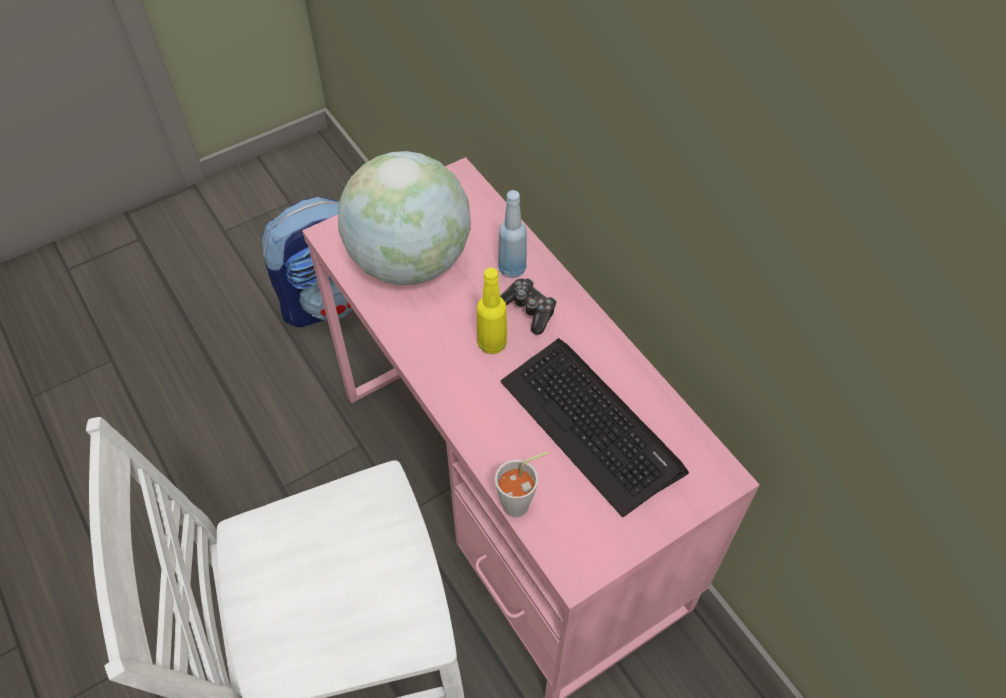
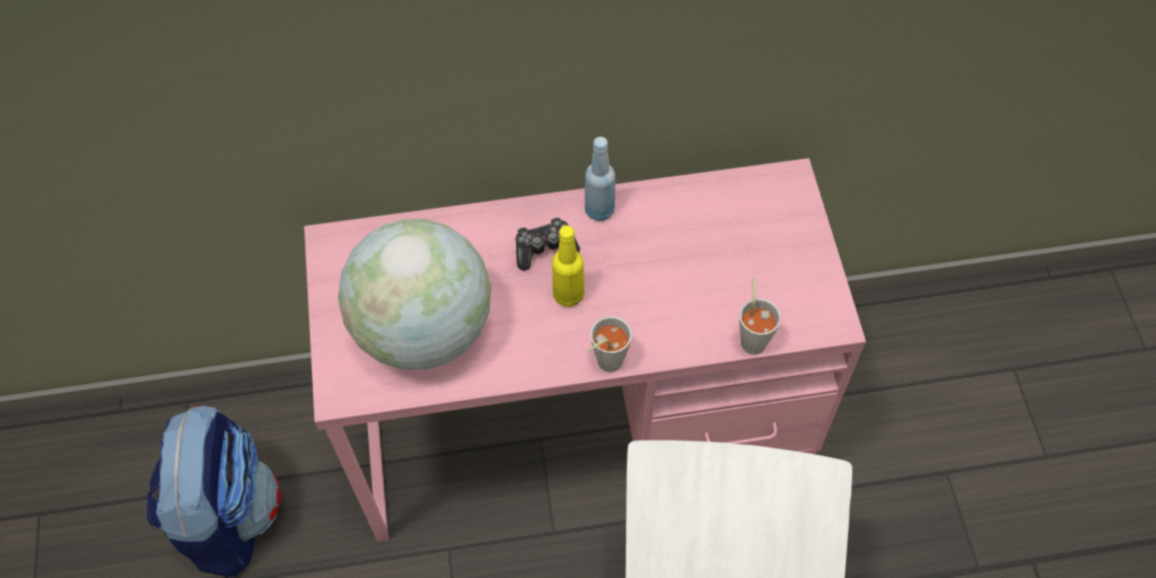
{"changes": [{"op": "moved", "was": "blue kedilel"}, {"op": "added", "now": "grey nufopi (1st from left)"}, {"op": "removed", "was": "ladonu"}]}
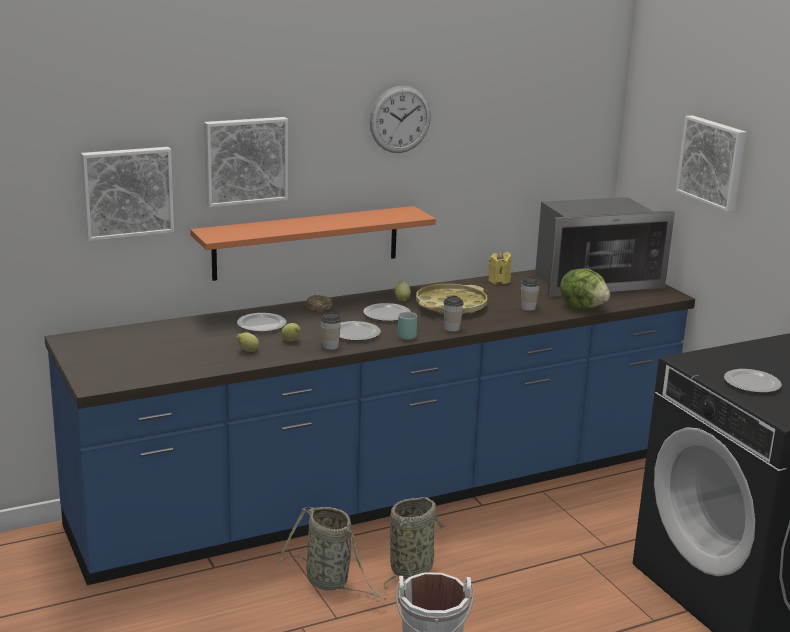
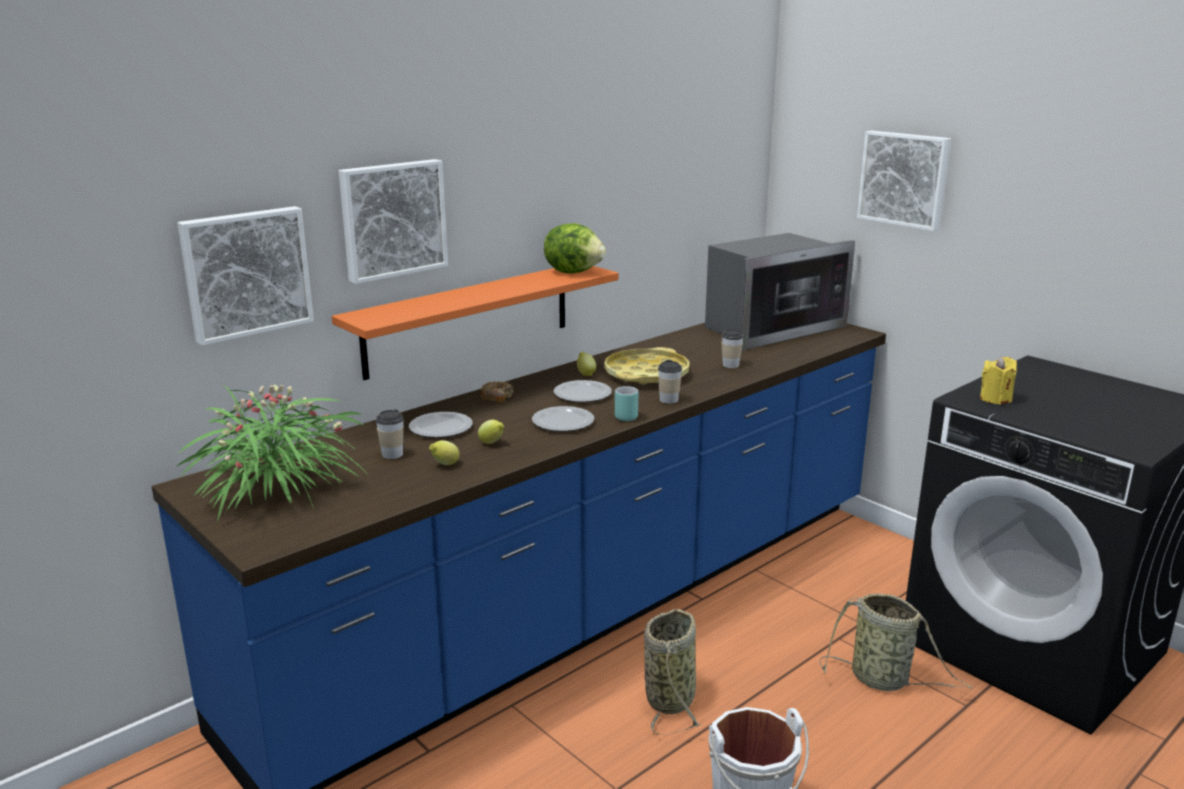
{"changes": [{"op": "added", "now": "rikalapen"}, {"op": "moved", "was": "nufopi (1st from left)"}, {"op": "moved", "was": "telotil"}, {"op": "moved", "was": "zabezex (1st from left in the first image)", "now": "zabezex (2nd from left)"}, {"op": "moved", "was": "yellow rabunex"}, {"op": "removed", "was": "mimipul"}, {"op": "removed", "was": "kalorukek (4th from left)"}]}
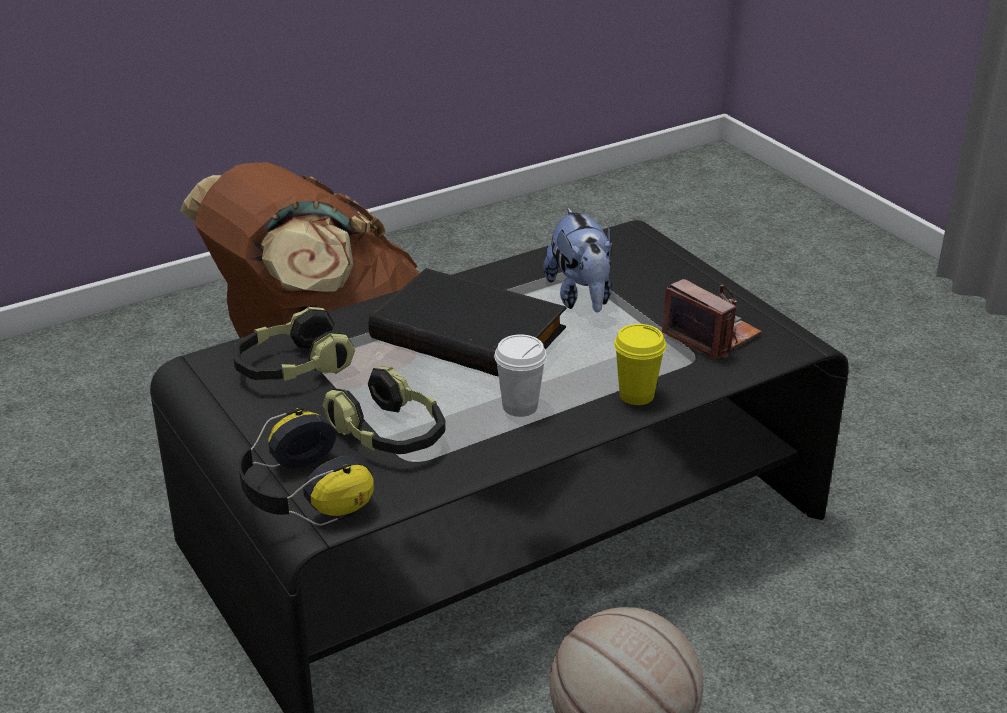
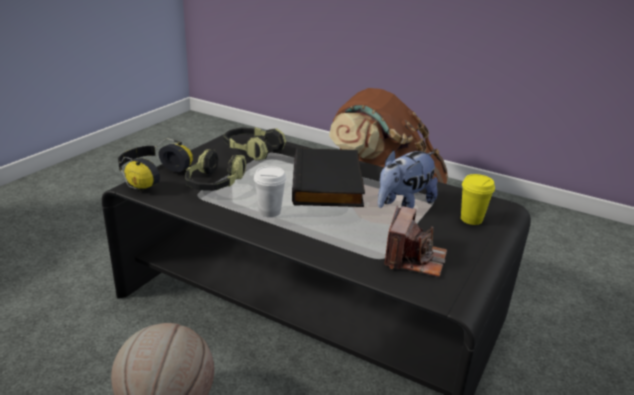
{"changes": [{"op": "moved", "was": "yellow nufopi"}]}
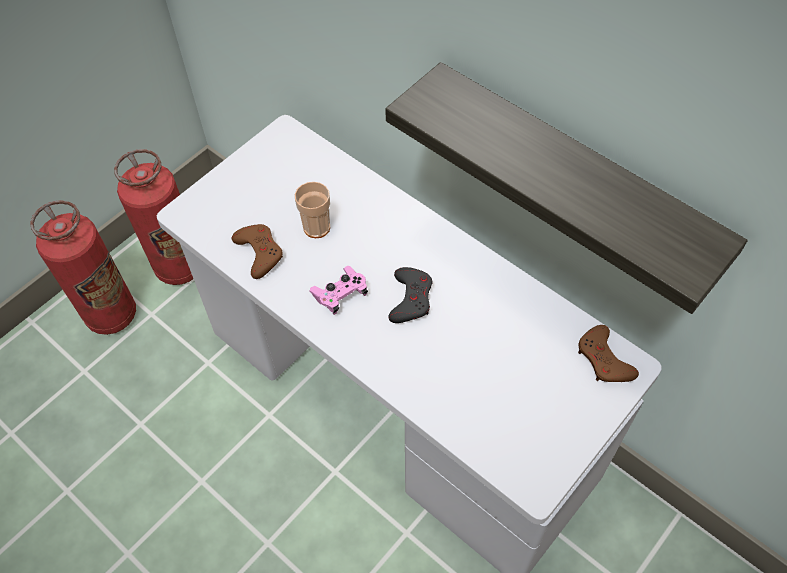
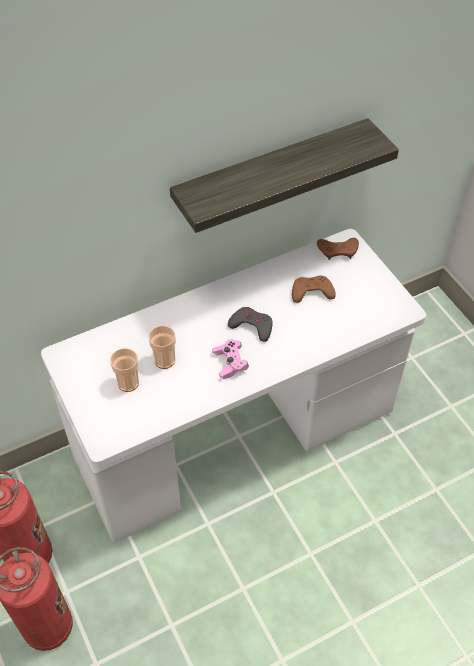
{"changes": [{"op": "added", "now": "nufopi (1st from left)"}, {"op": "moved", "was": "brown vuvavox (1st from left)"}]}
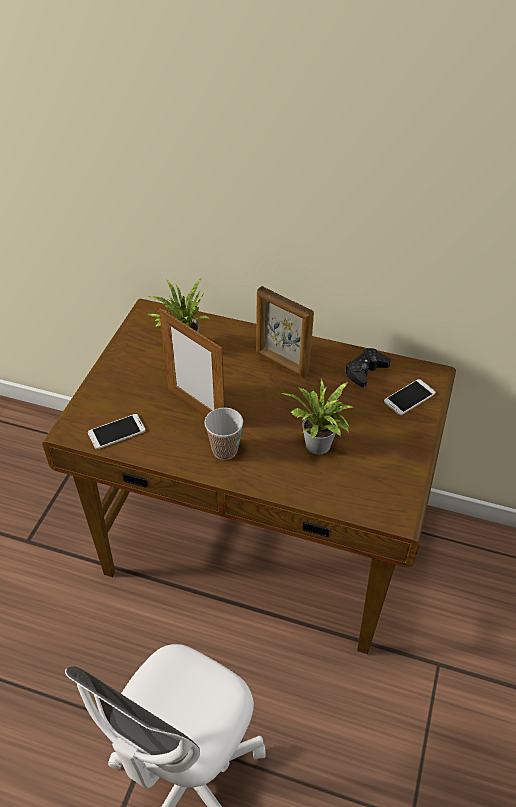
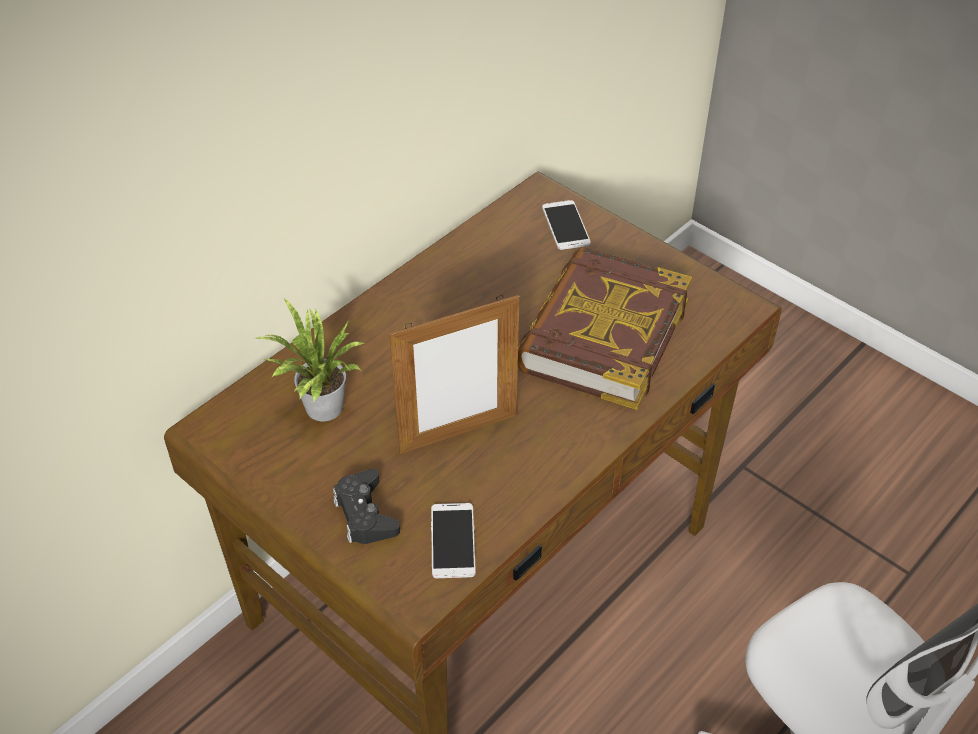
{"changes": [{"op": "moved", "was": "black vuvavox"}, {"op": "replaced", "was": "rikalapen (2nd from left)", "now": "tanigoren"}, {"op": "removed", "was": "nufopi"}, {"op": "removed", "was": "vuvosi (2nd from left)"}]}
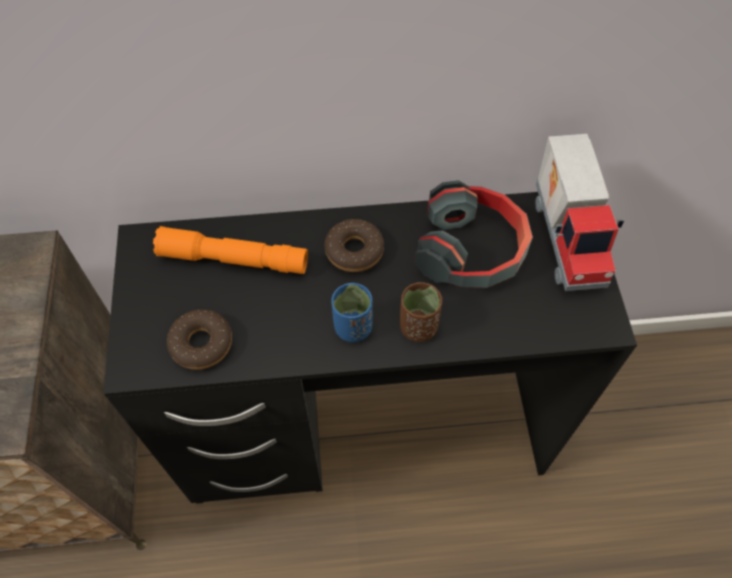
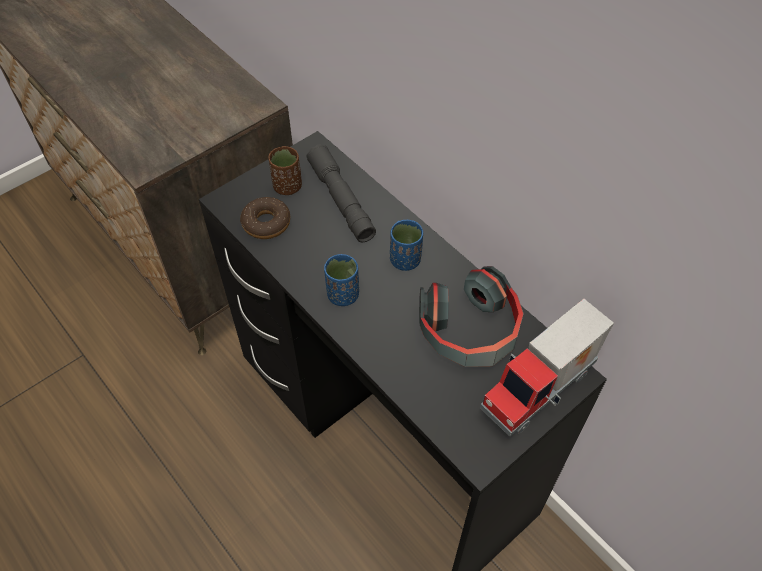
{"changes": [{"op": "moved", "was": "brown nufopi"}, {"op": "recoloured", "was": "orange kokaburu", "now": "grey kokaburu"}, {"op": "replaced", "was": "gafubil (2nd from left)", "now": "blue nufopi (2nd from left)"}]}
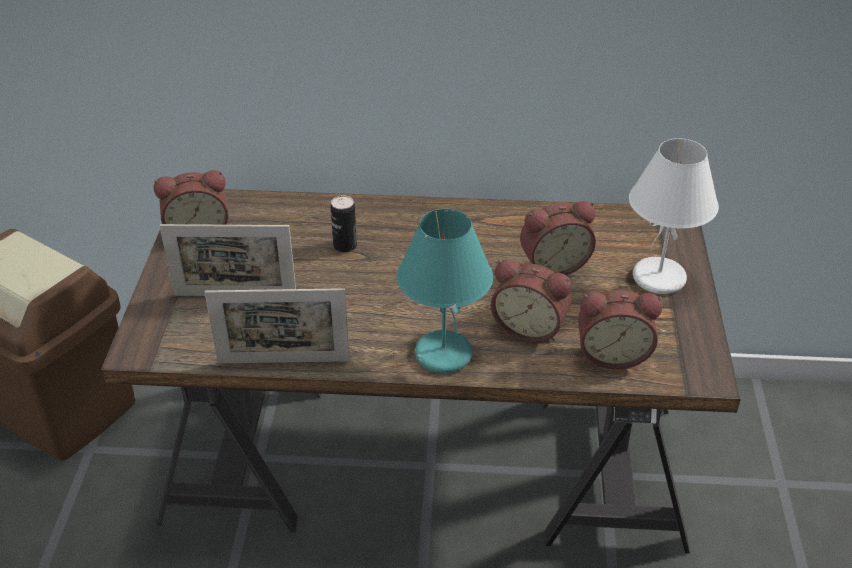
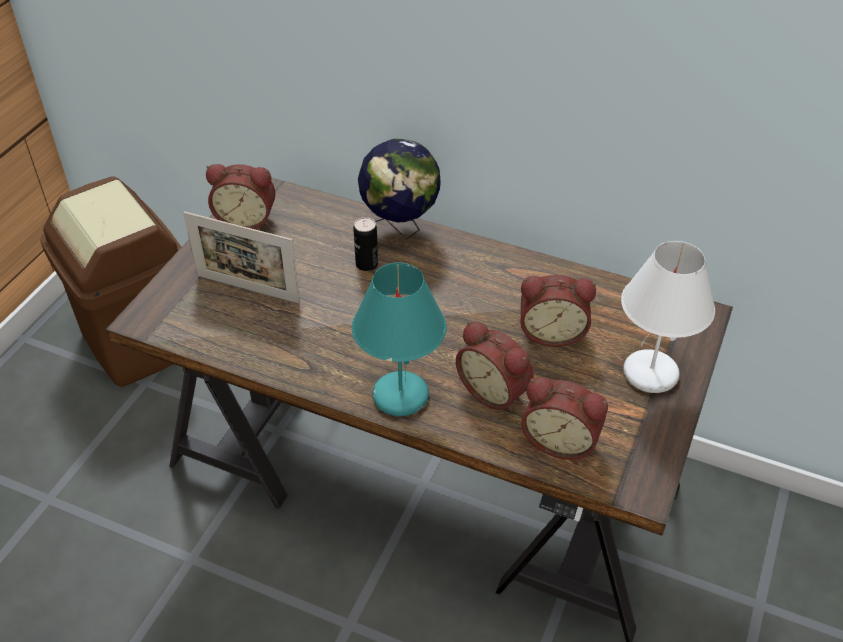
{"changes": [{"op": "added", "now": "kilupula"}, {"op": "removed", "was": "vuvosi (2nd from left)"}]}
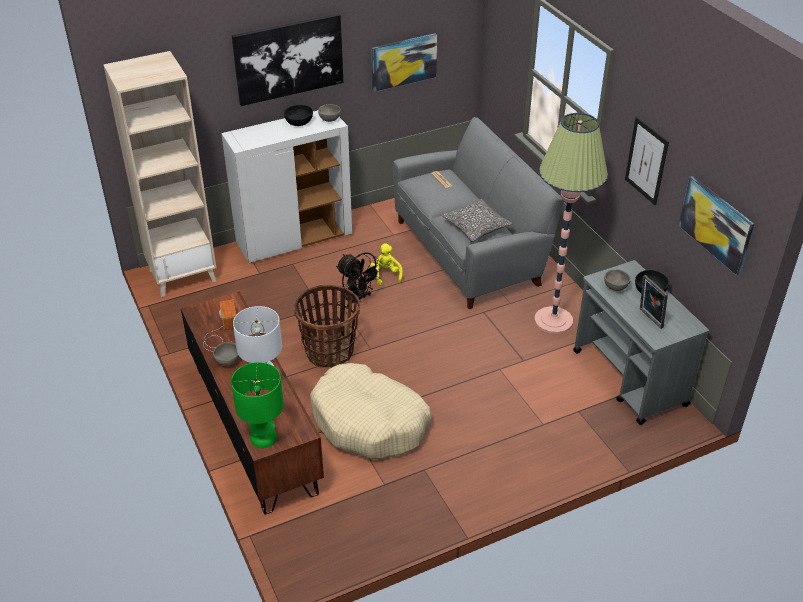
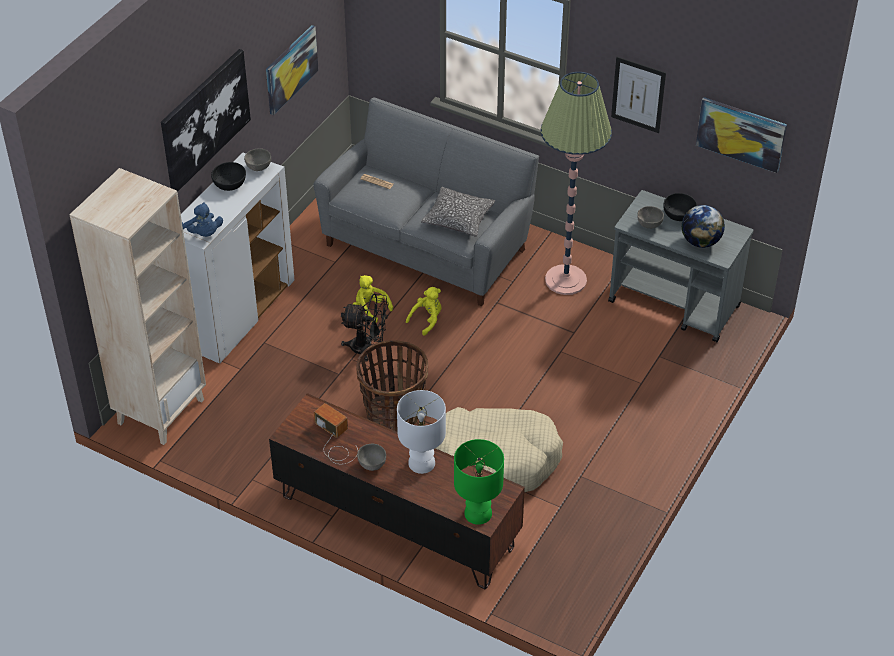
{"changes": [{"op": "added", "now": "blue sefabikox"}, {"op": "added", "now": "yellow sefabikox (2nd from left)"}, {"op": "replaced", "was": "vuvosi", "now": "kilupula"}]}
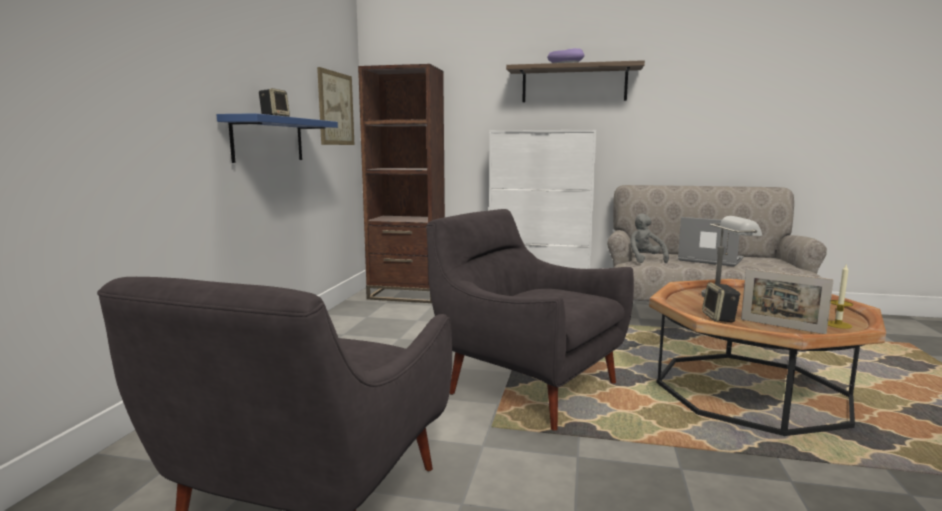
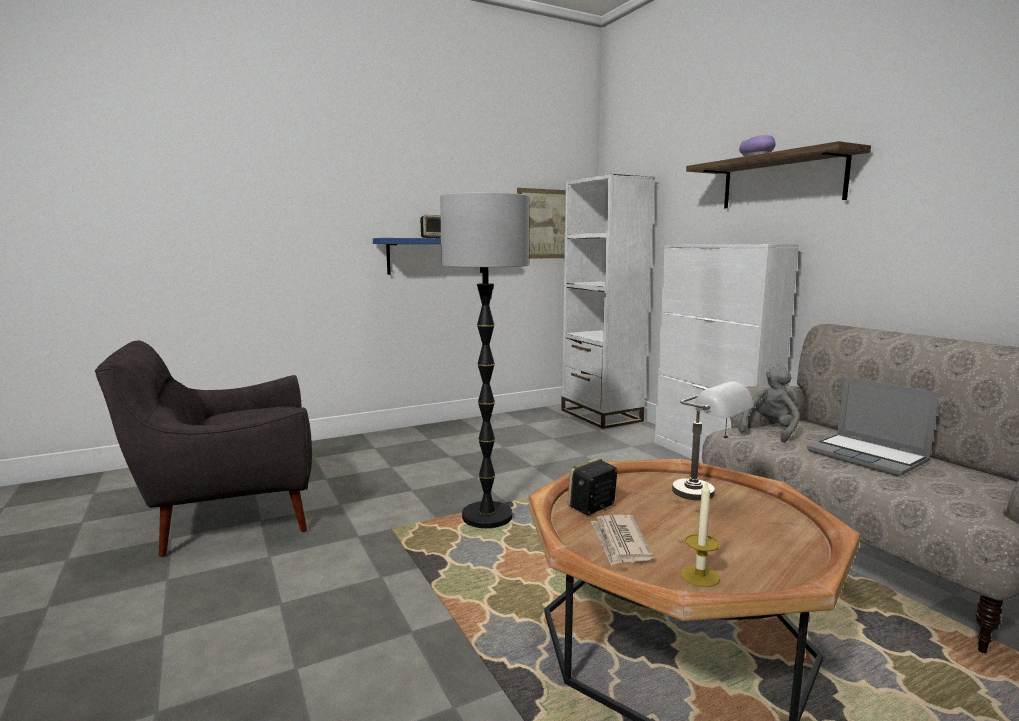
{"changes": [{"op": "replaced", "was": "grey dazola (2nd from left)", "now": "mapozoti"}, {"op": "recoloured", "was": "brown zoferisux", "now": "white zoferisux"}, {"op": "replaced", "was": "vuvosi", "now": "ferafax"}, {"op": "turned", "was": "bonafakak", "clockwise": 150}]}
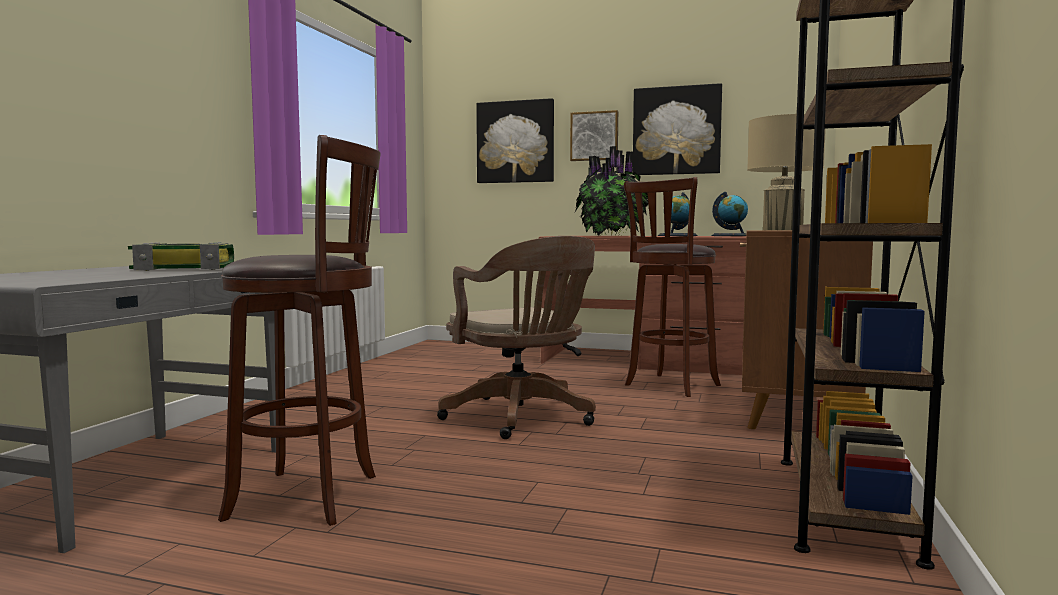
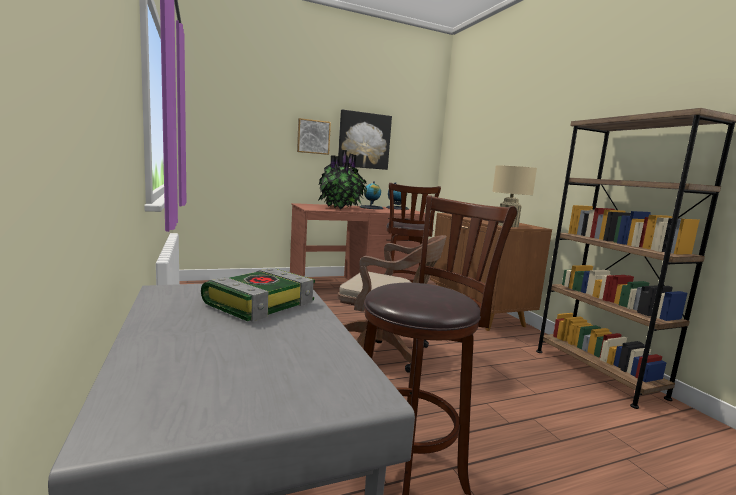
{"changes": [{"op": "removed", "was": "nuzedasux (1st from left)"}]}
